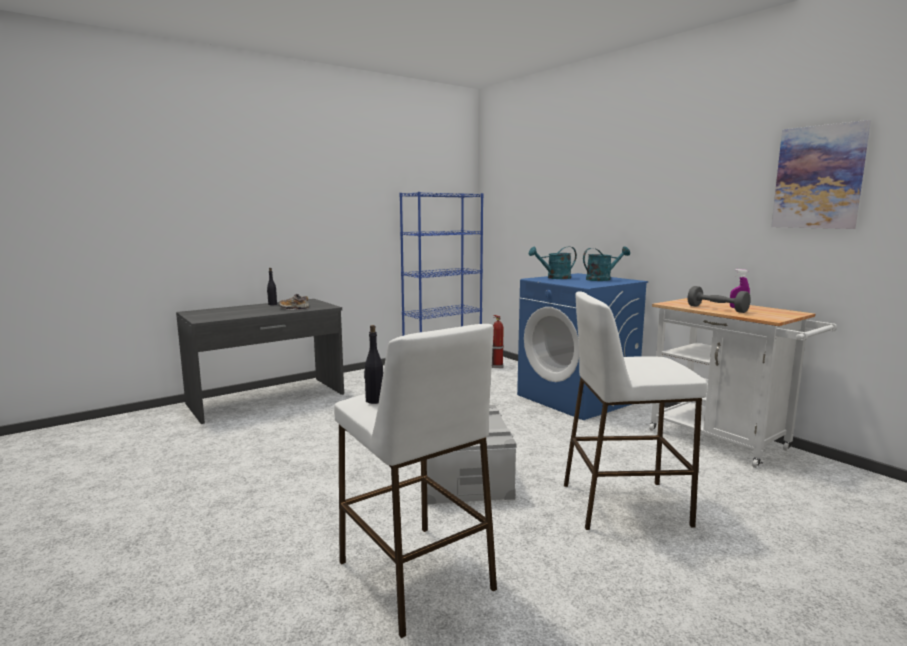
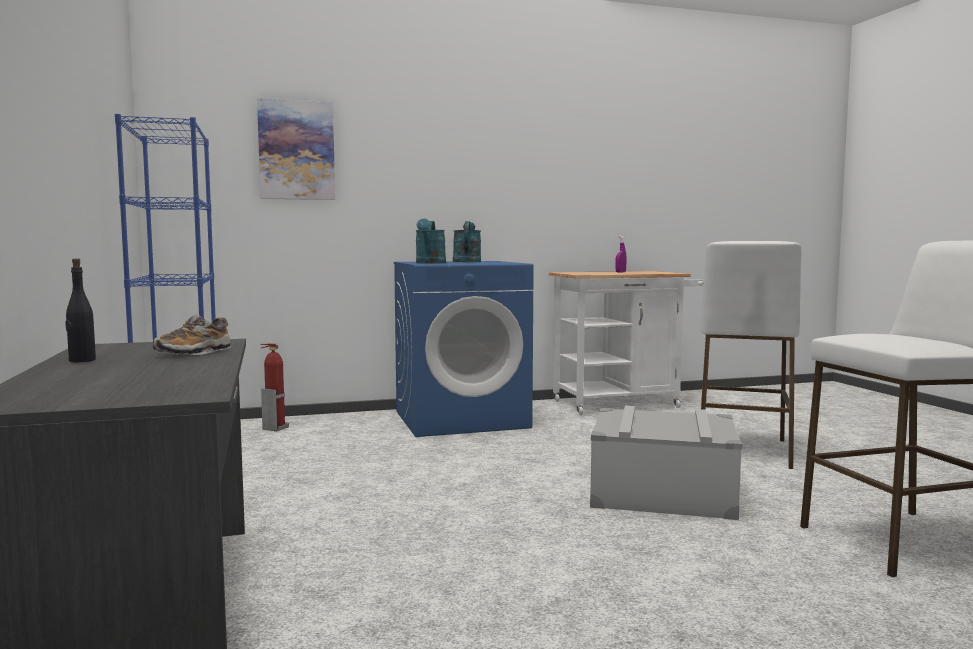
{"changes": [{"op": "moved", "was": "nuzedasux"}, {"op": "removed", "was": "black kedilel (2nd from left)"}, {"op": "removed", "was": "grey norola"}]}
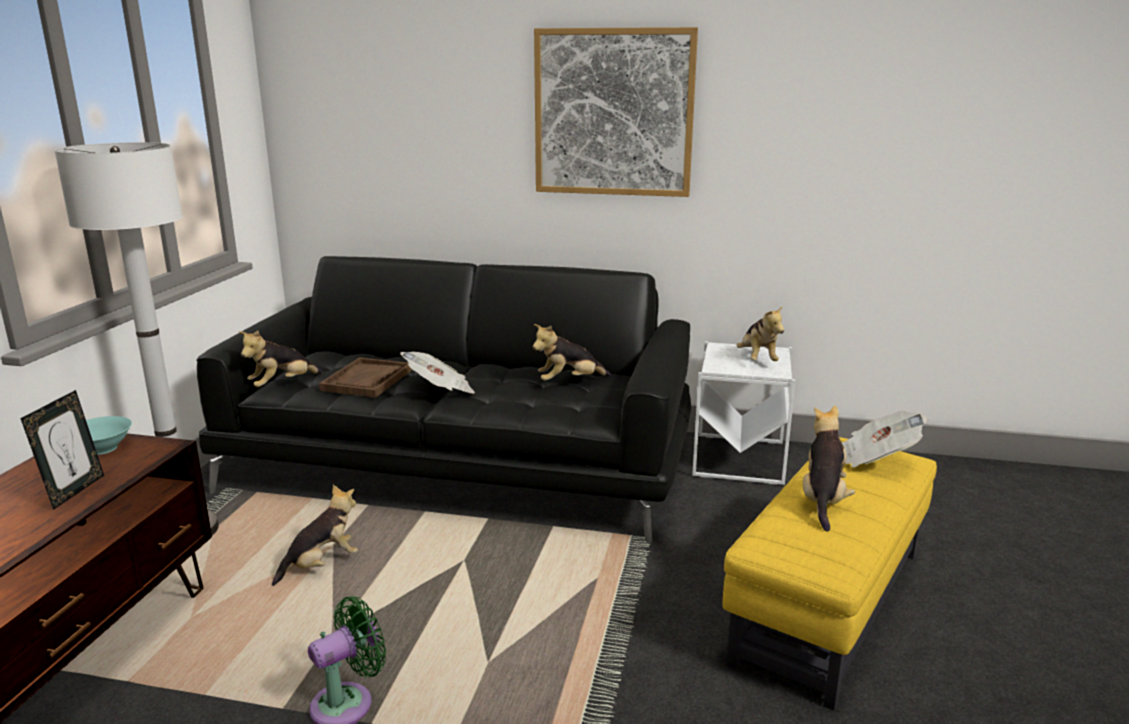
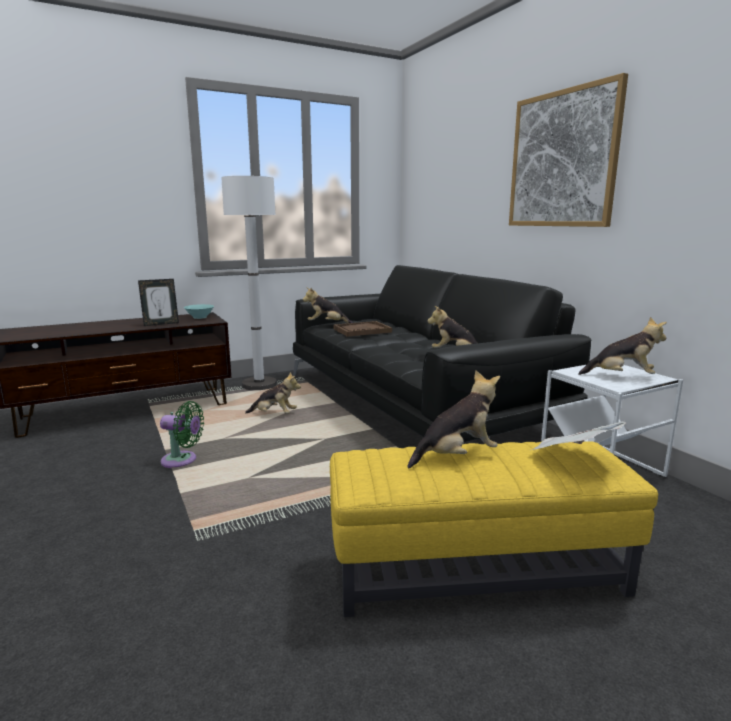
{"changes": [{"op": "turned", "was": "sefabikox (4th from left in the first image)", "clockwise": -120}, {"op": "removed", "was": "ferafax (1st from left)"}]}
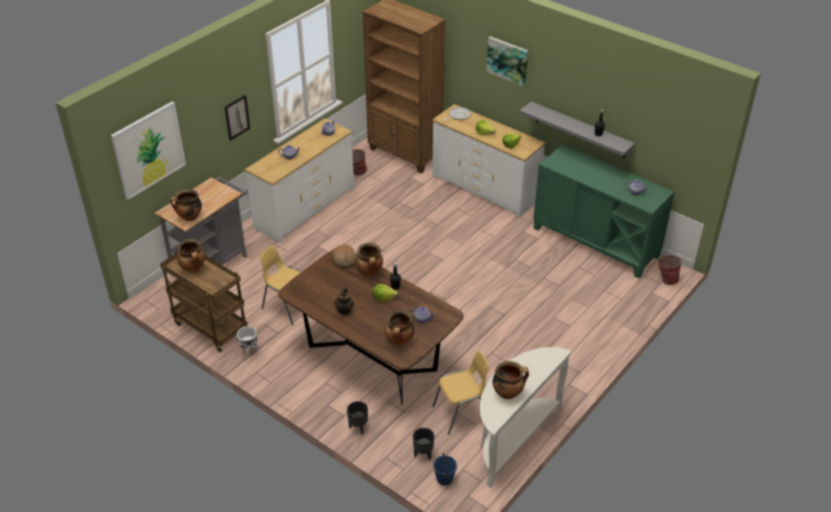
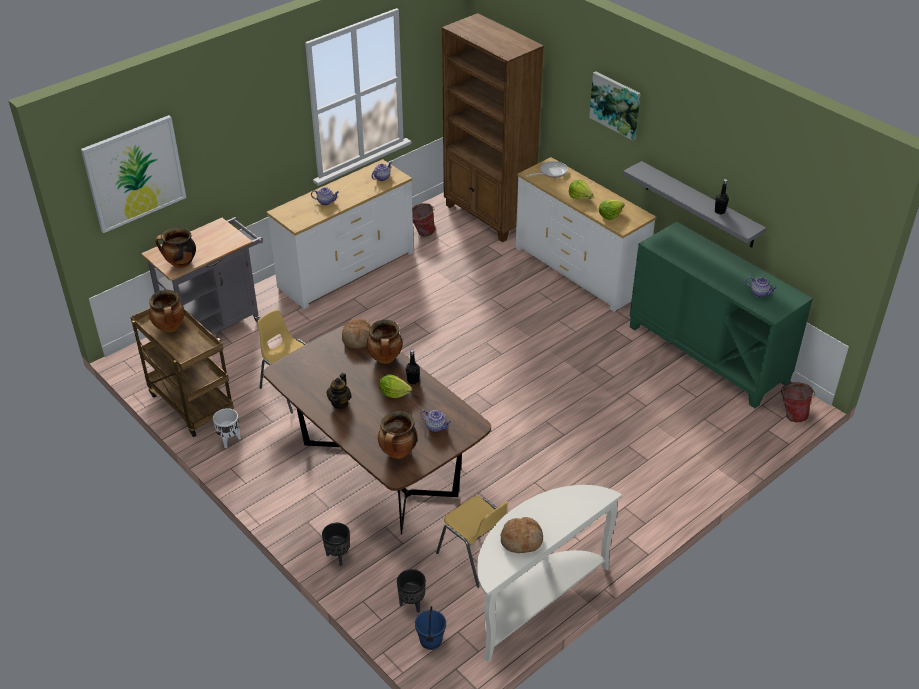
{"changes": [{"op": "turned", "was": "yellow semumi (2nd from left)", "clockwise": 60}, {"op": "replaced", "was": "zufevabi (5th from left)", "now": "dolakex (2nd from left)"}, {"op": "removed", "was": "nuzedasux (2nd from left)"}]}
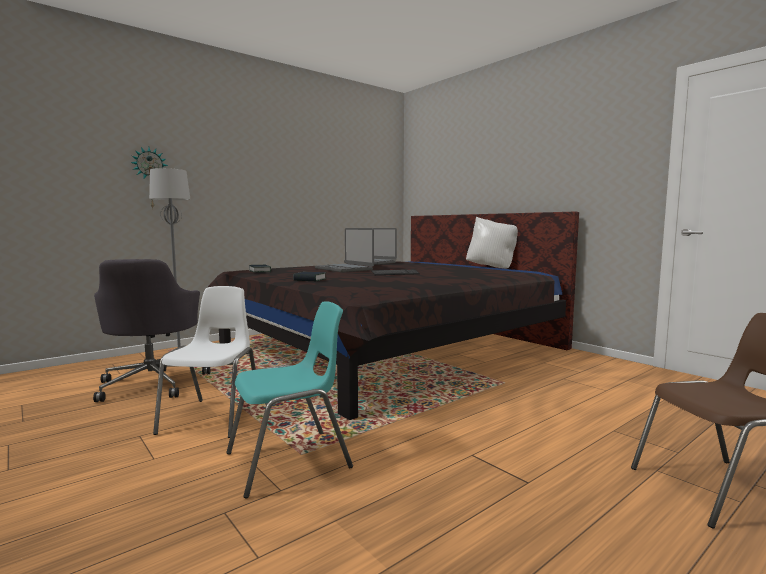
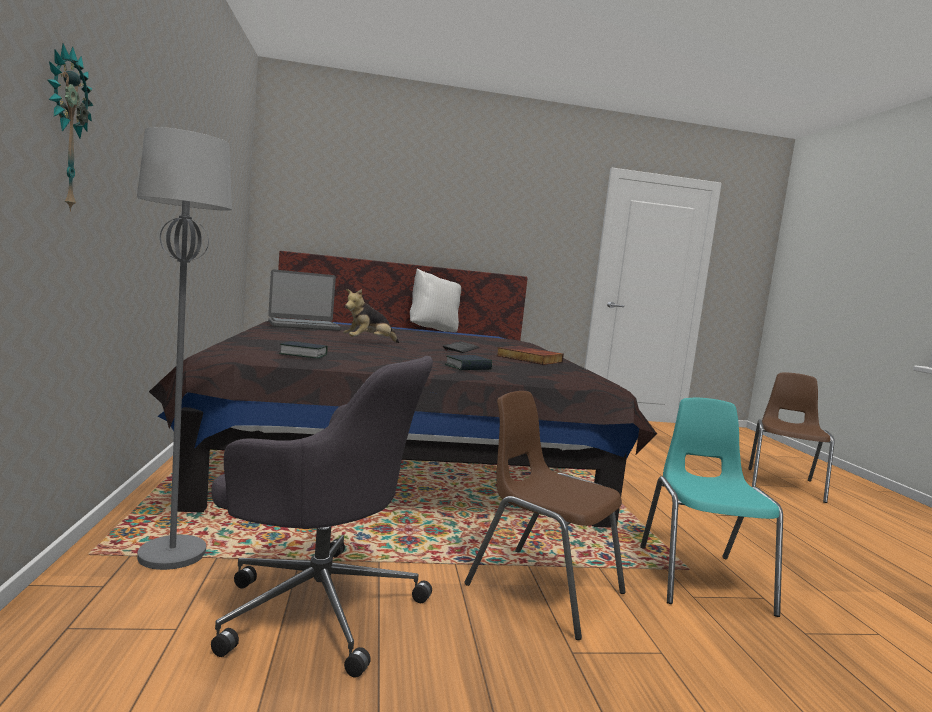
{"changes": [{"op": "replaced", "was": "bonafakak (1st from left)", "now": "sefabikox"}, {"op": "recoloured", "was": "white semumi", "now": "brown semumi (1st from left)"}, {"op": "added", "now": "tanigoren (3rd from left)"}]}
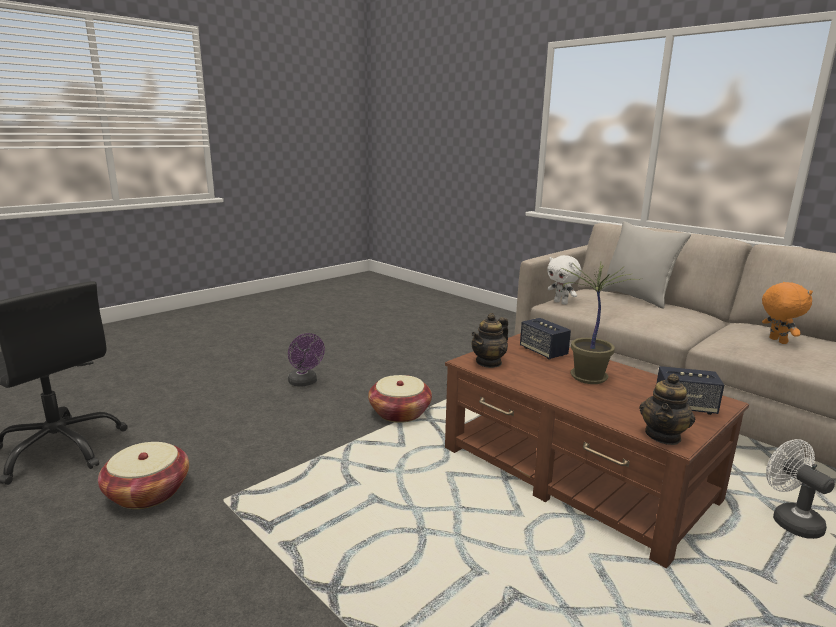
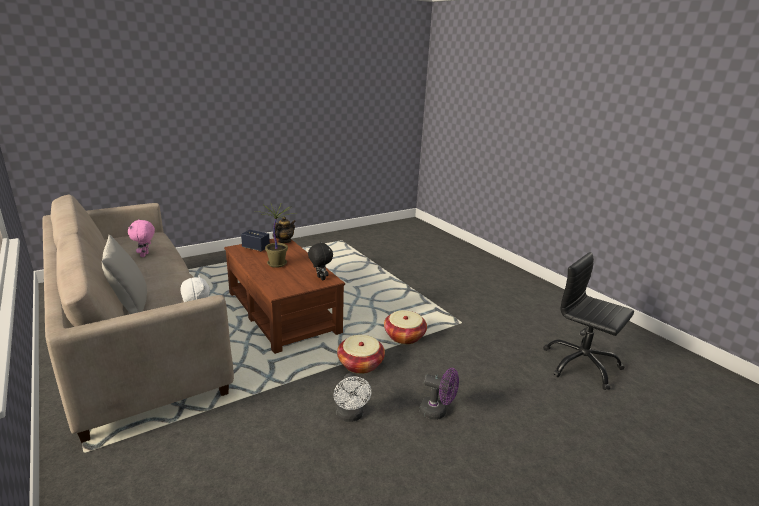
{"changes": [{"op": "recoloured", "was": "orange sefabikox", "now": "pink sefabikox"}, {"op": "replaced", "was": "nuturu (1st from left)", "now": "black sefabikox"}, {"op": "moved", "was": "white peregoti"}, {"op": "moved", "was": "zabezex (1st from left in the first image)", "now": "zabezex (2nd from left)"}, {"op": "turned", "was": "purple peregoti", "clockwise": 135}, {"op": "removed", "was": "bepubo (1st from left)"}]}
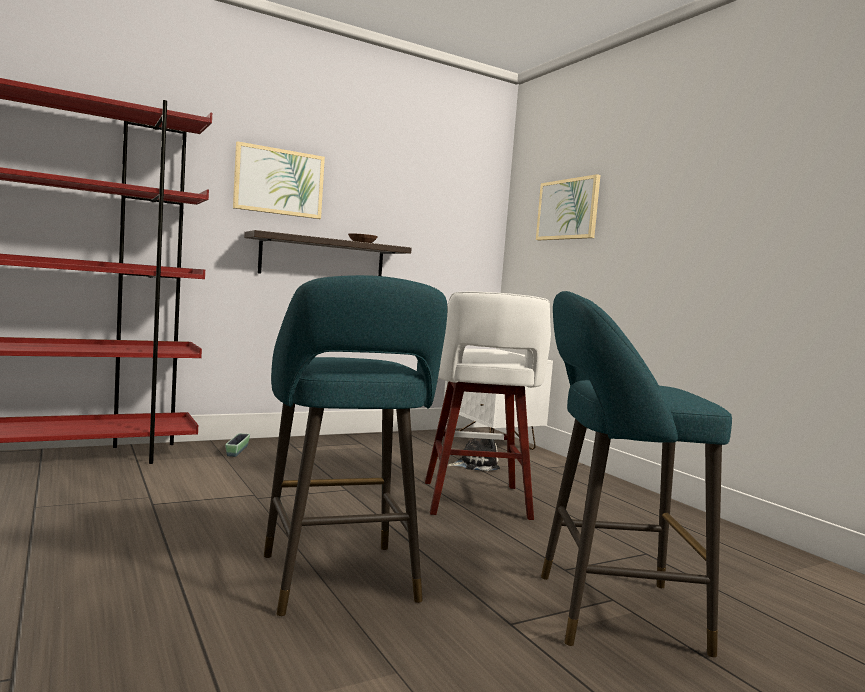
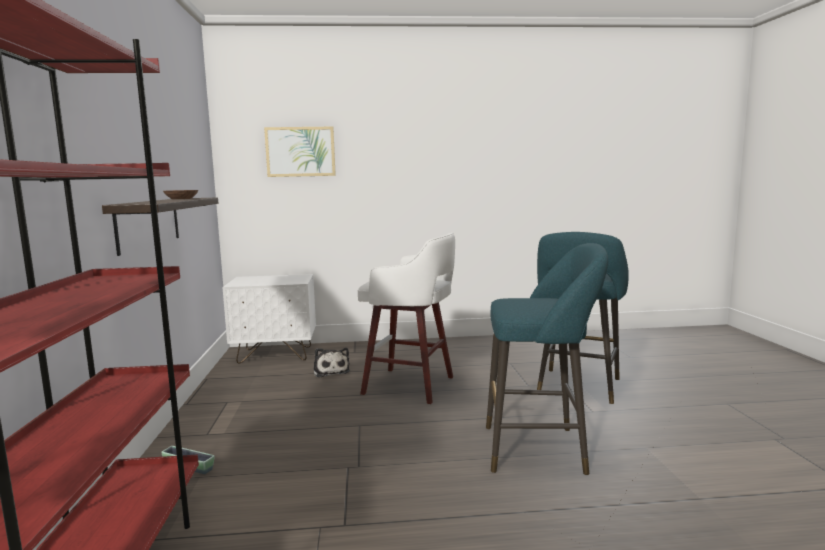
{"changes": [{"op": "turned", "was": "sefabikox", "clockwise": 150}, {"op": "removed", "was": "nuzedasux (1st from left)"}]}
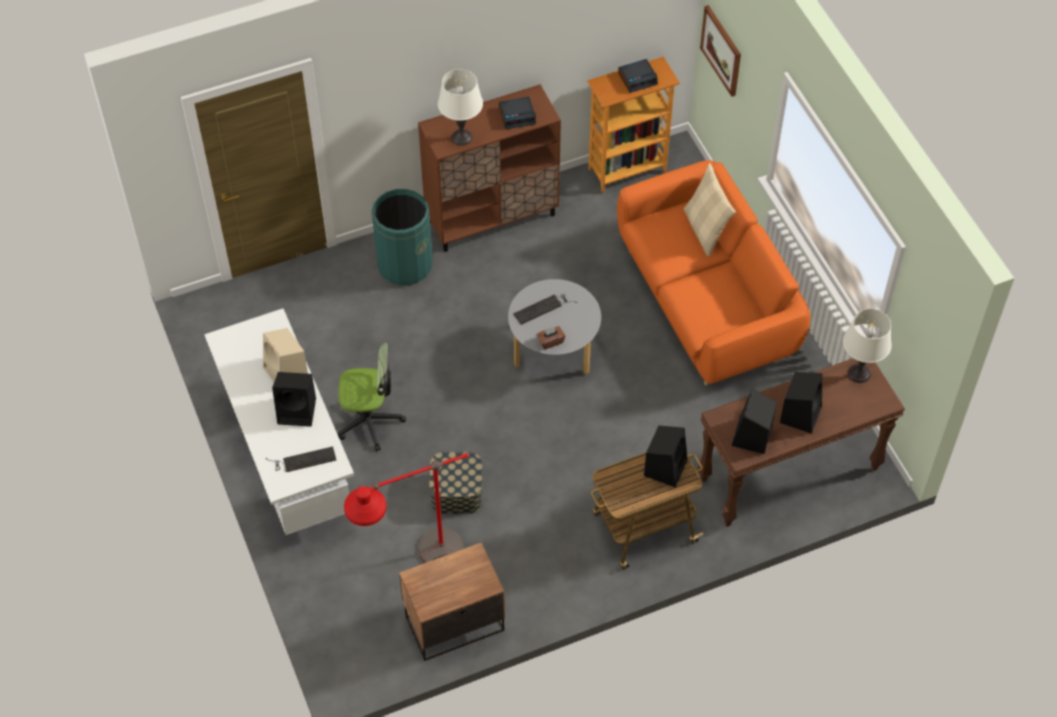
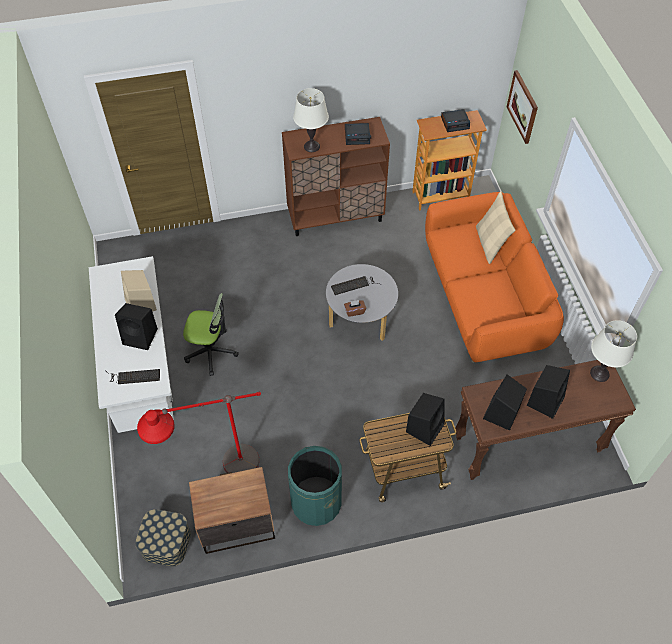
{"changes": [{"op": "moved", "was": "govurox"}, {"op": "moved", "was": "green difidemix"}]}
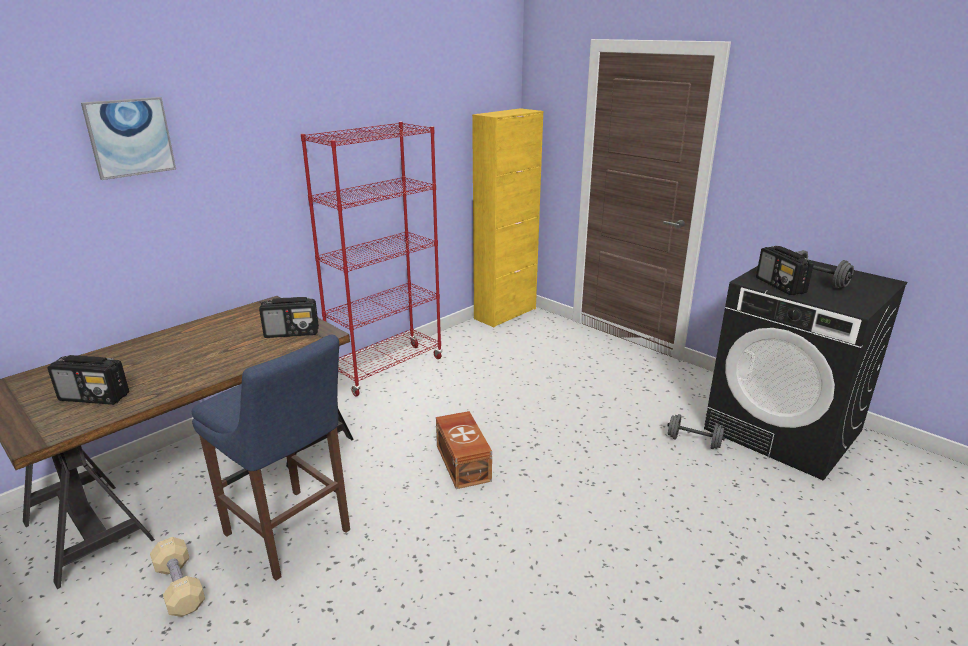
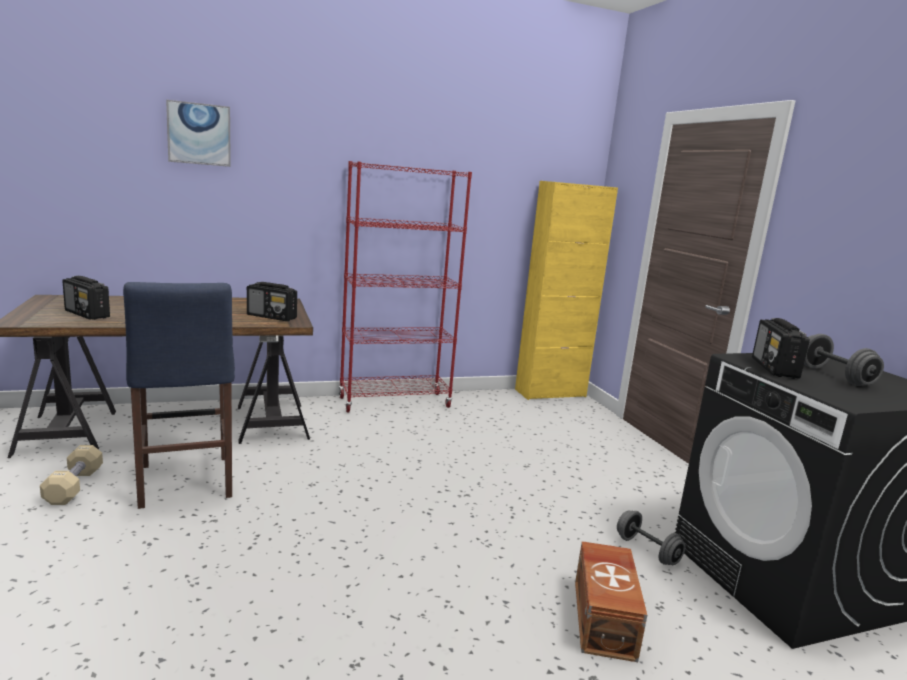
{"changes": [{"op": "moved", "was": "brown govurox"}]}
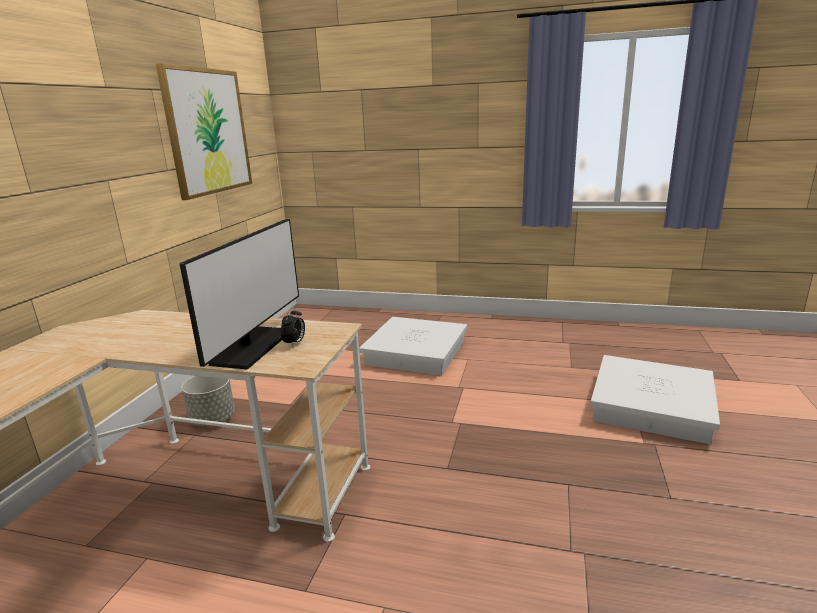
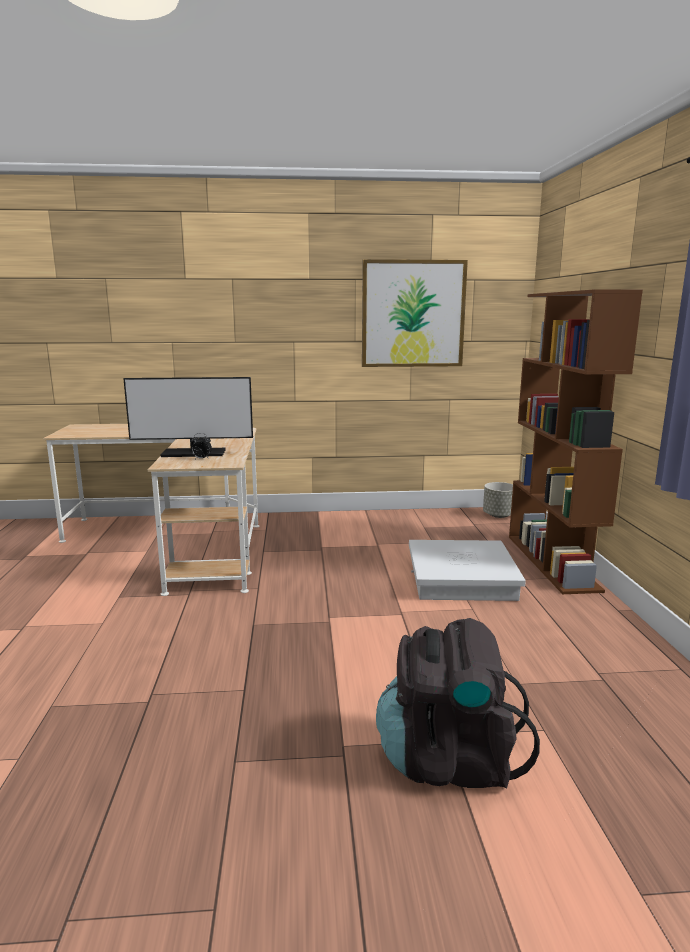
{"changes": [{"op": "replaced", "was": "white govurox (2nd from left)", "now": "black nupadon"}, {"op": "moved", "was": "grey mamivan"}, {"op": "added", "now": "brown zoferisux"}]}
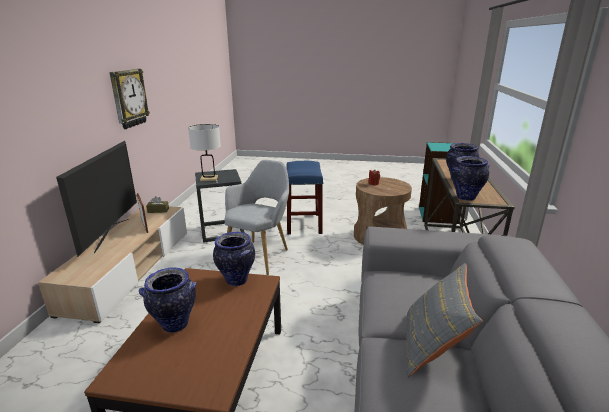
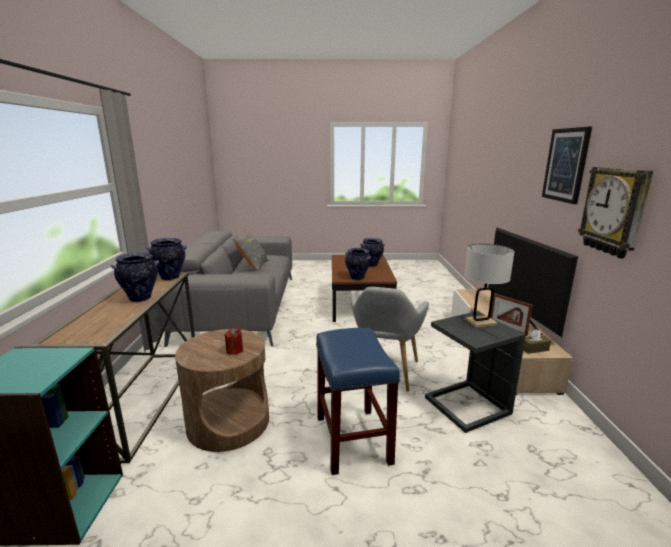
{"changes": [{"op": "added", "now": "nuzedasux"}]}
